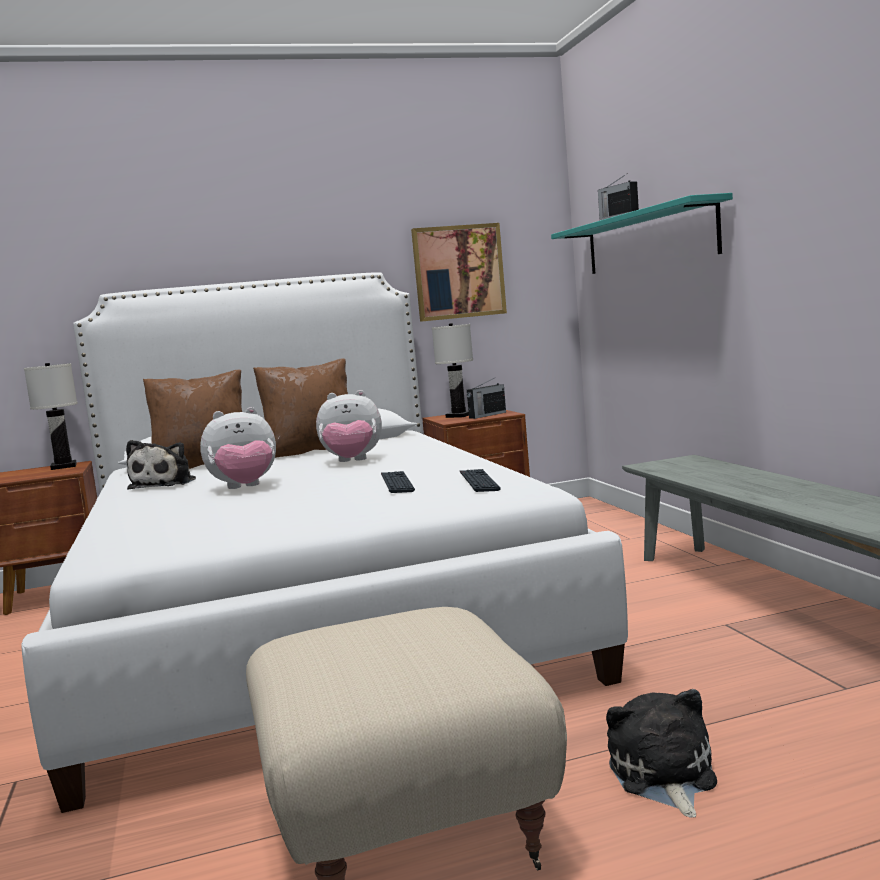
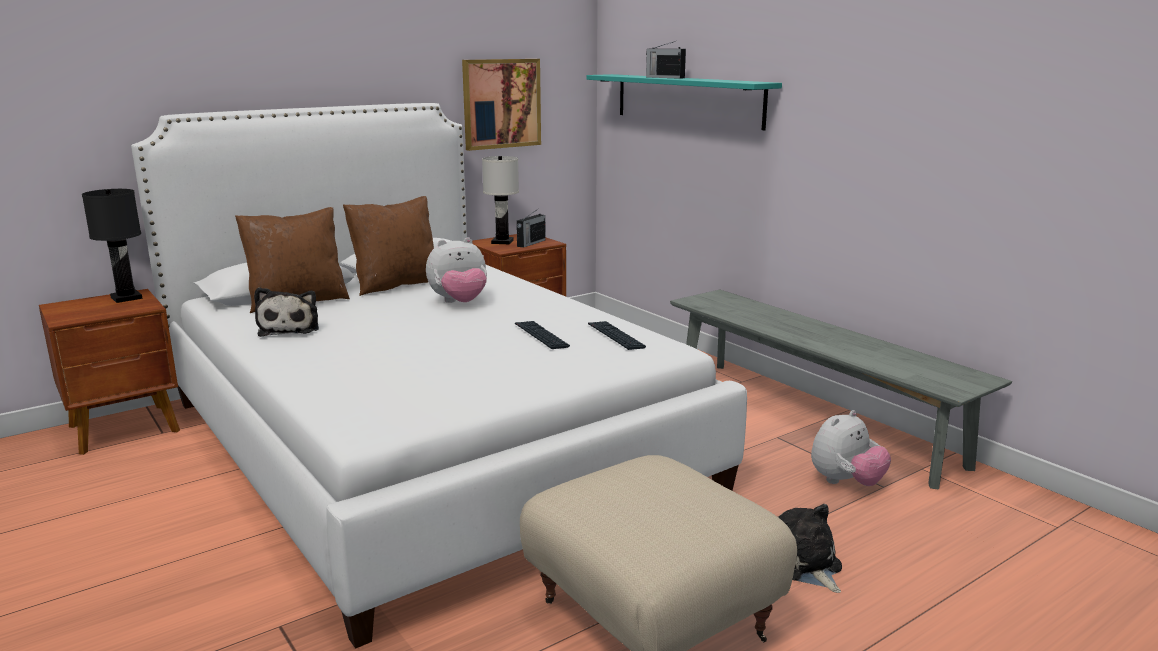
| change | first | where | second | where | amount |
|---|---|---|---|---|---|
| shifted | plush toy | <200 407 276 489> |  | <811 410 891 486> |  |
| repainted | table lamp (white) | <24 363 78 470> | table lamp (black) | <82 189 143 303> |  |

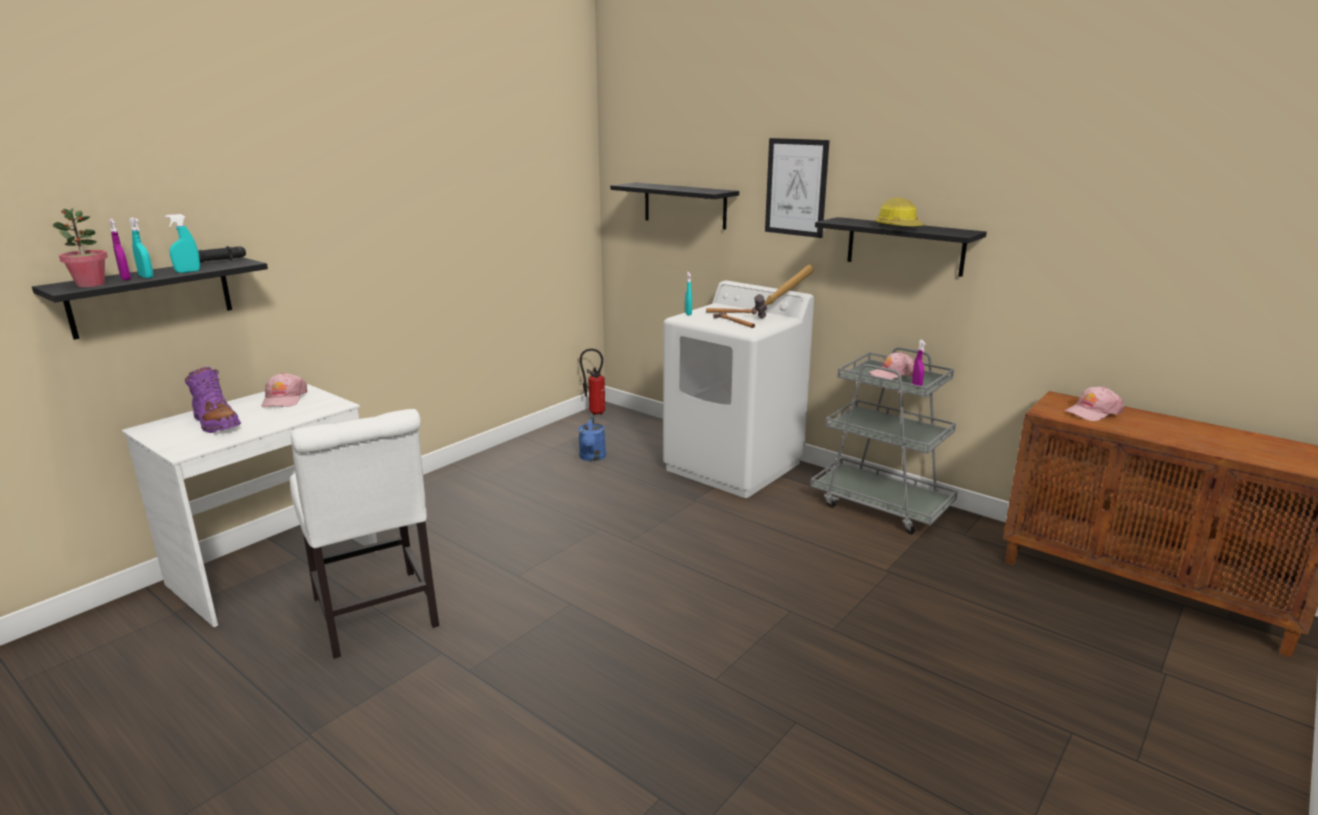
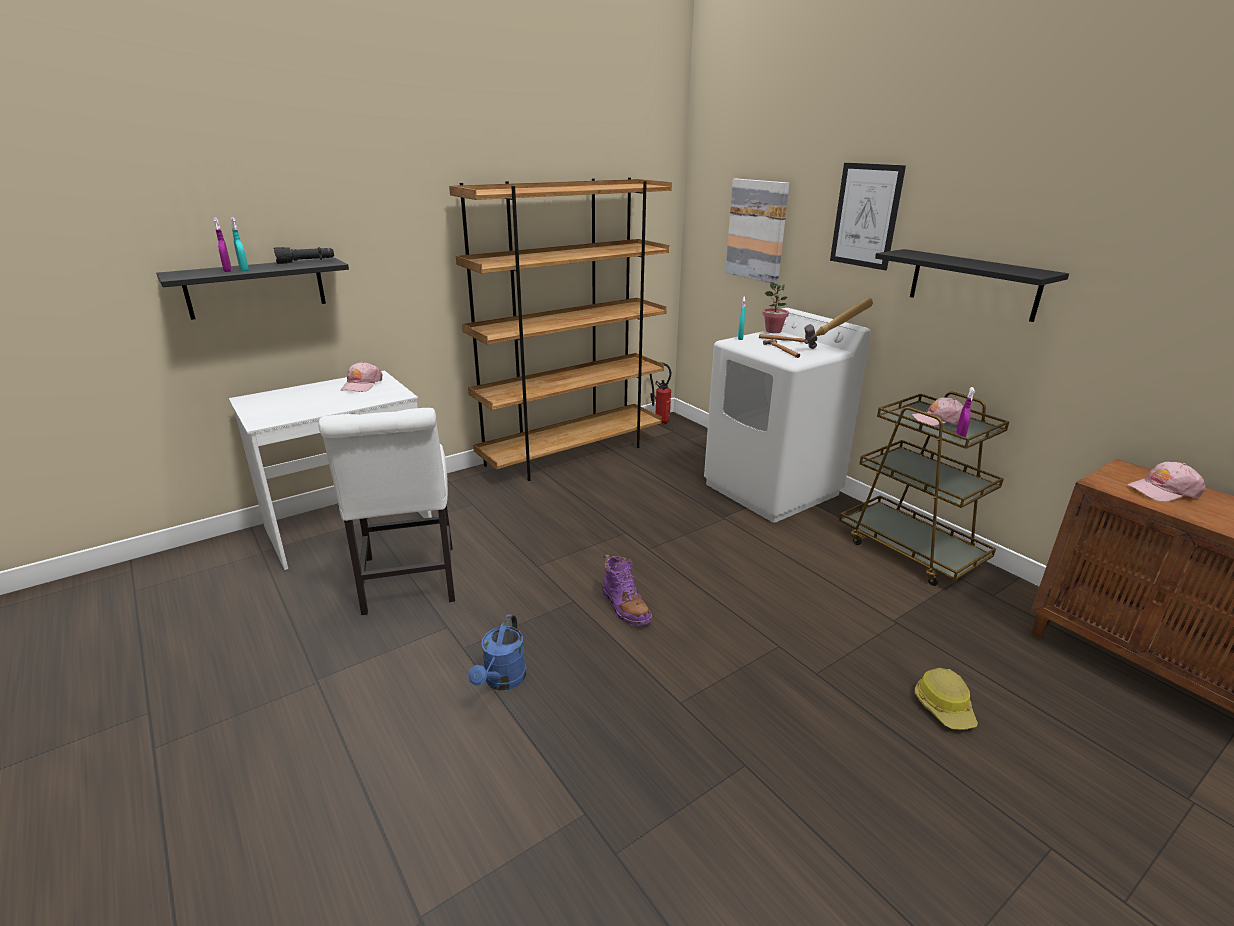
| change | first | where | second | where | amount |
|---|---|---|---|---|---|
| gone | spray bottle (turquoise) | <165 214 200 273> |  |  |  |
| new |  |  | bookcase (brown) | <449 177 672 481> |  |
| shifted | potted plant | <52 208 108 287> |  | <763 282 789 333> |  |
| shifted | boot (purple) | <185 367 241 433> |  | <602 554 652 625> |  |
| shifted | watering can (blue) | <578 415 606 461> |  | <468 614 526 690> |  |
| shifted | hard hat | <876 197 925 226> |  | <915 668 978 730> |  |
| swapped | shelf (black) | <610 183 739 230> | picture | <725 179 789 284> |  |
| repainted | cart (grey) | <810 347 958 534> | cart (brown) | <839 391 1009 586> |  |

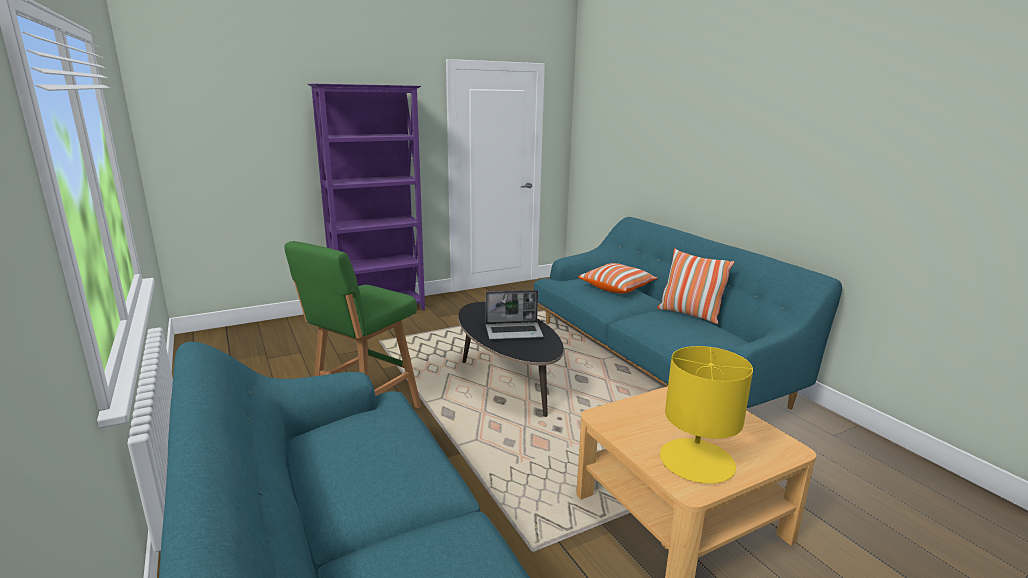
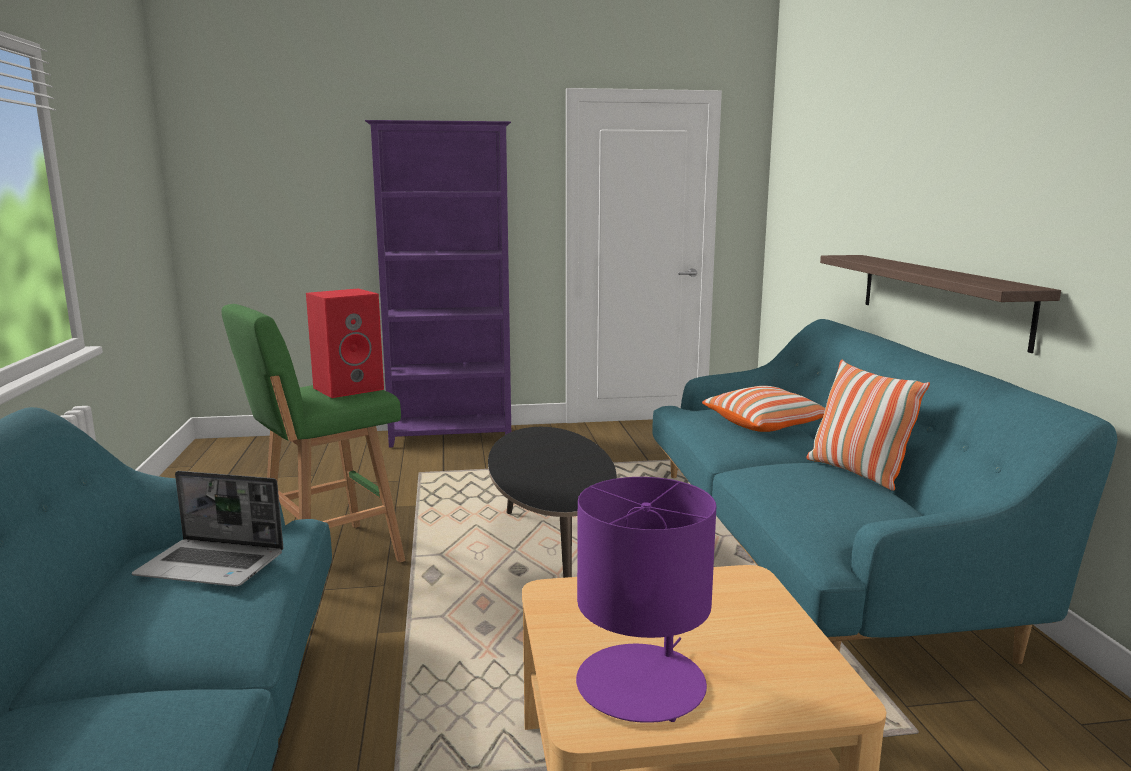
| change | first | where | second | where | amount |
|---|---|---|---|---|---|
| new |  |  | speaker (red) | <306 289 384 398> |  |
| new |  |  | shelf | <820 255 1061 353> |  |
| shifted | laptop | <486 290 544 340> |  | <132 471 283 587> |  |
| repainted | table lamp (yellow) | <660 346 753 484> | table lamp (purple) | <576 477 716 723> |  |

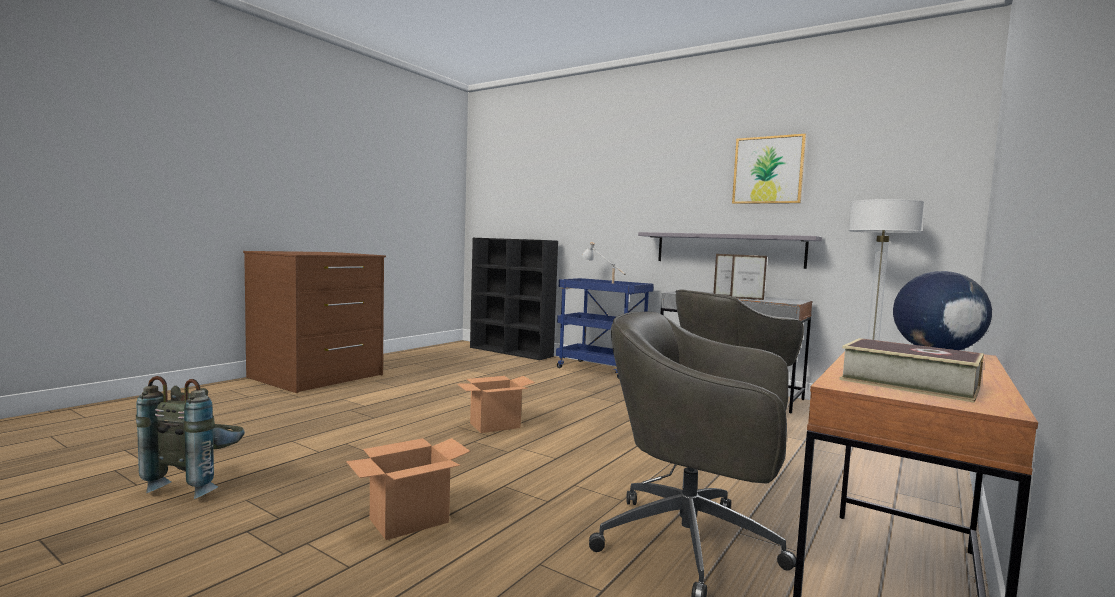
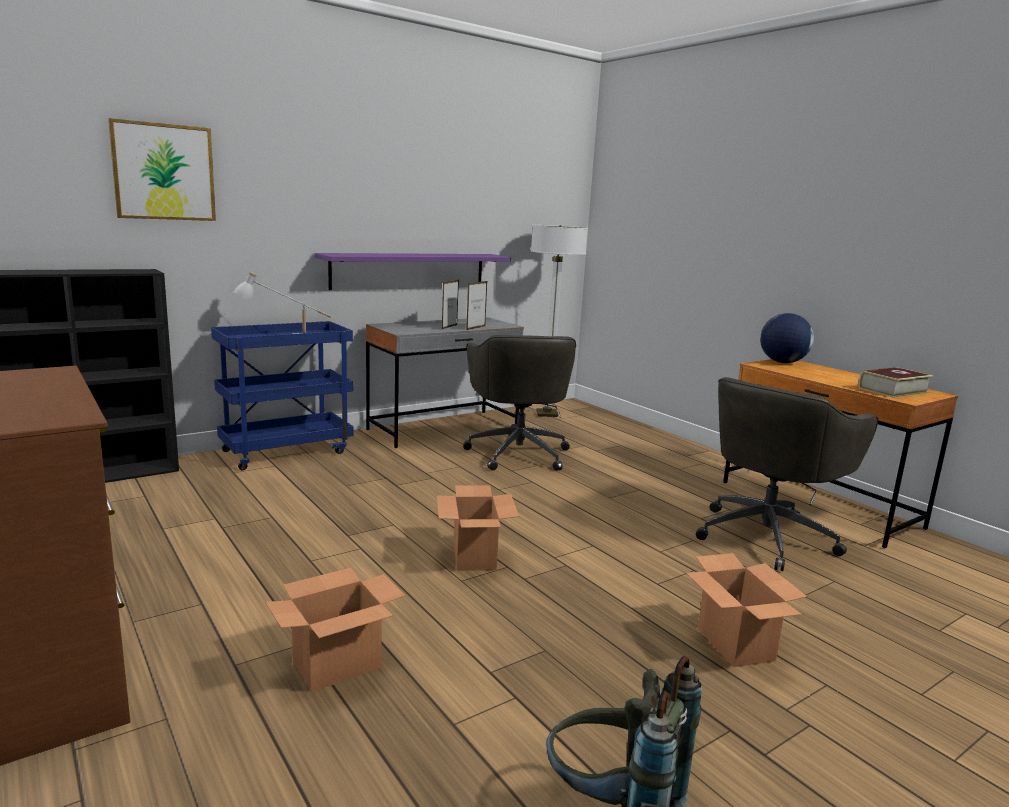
| change | first | where | second | where | amount |
|---|---|---|---|---|---|
| new |  |  | cardboard box | <265 568 405 692> |  |
| shifted | picture | <732 134 806 204> |  | <108 118 216 221> |  |
| repainted | shelf (grey) | <638 232 822 269> | shelf (purple) | <315 253 511 290> |  |

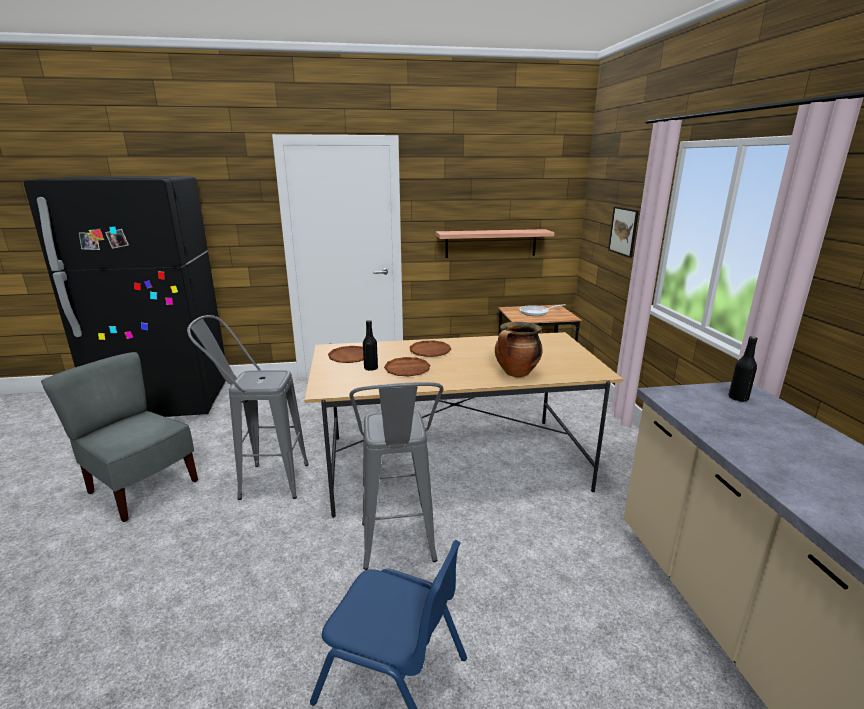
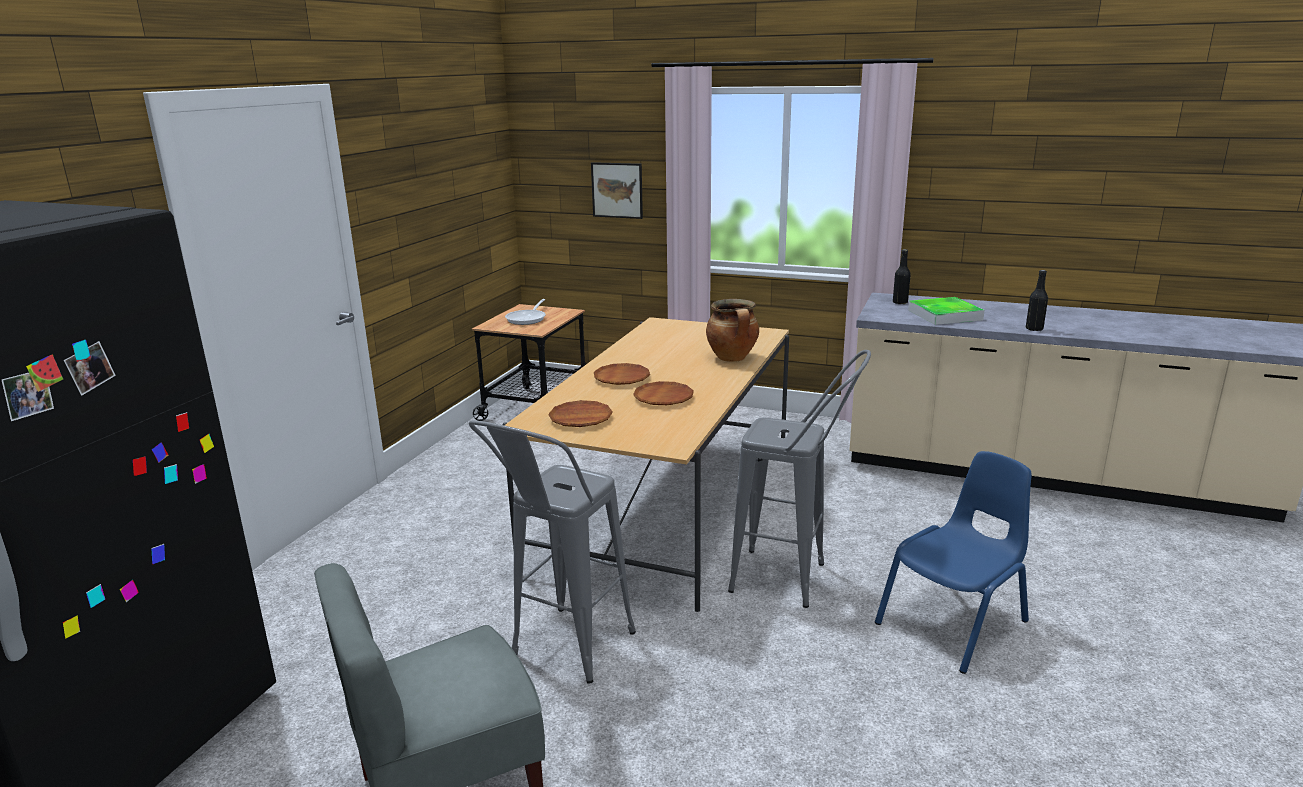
| change | first | where | second | where | amount |
|---|---|---|---|---|---|
| gone | shelf | <436 229 555 258> |  |  |  |
| new |  |  | tray | <908 297 985 325> |  |
| shifted | bottle (black) | <363 320 378 371> |  | <1026 270 1048 331> |  |

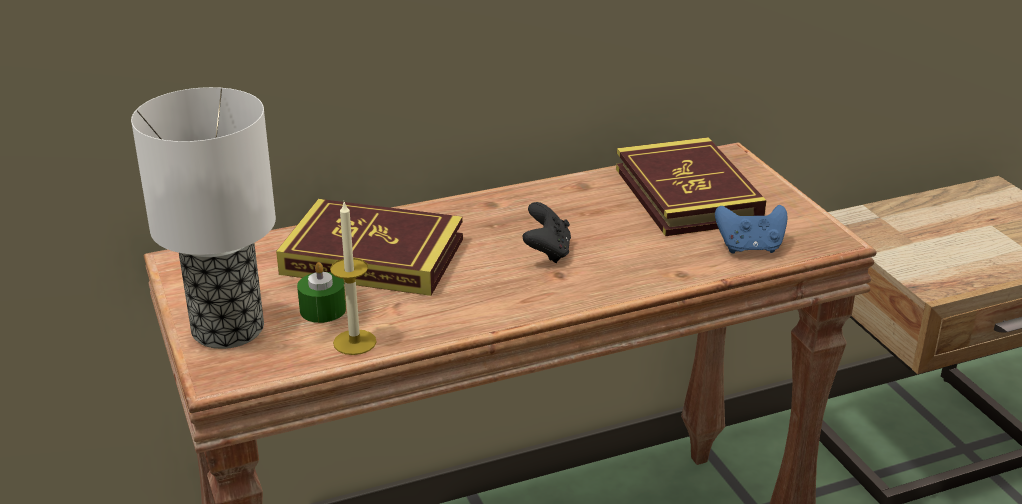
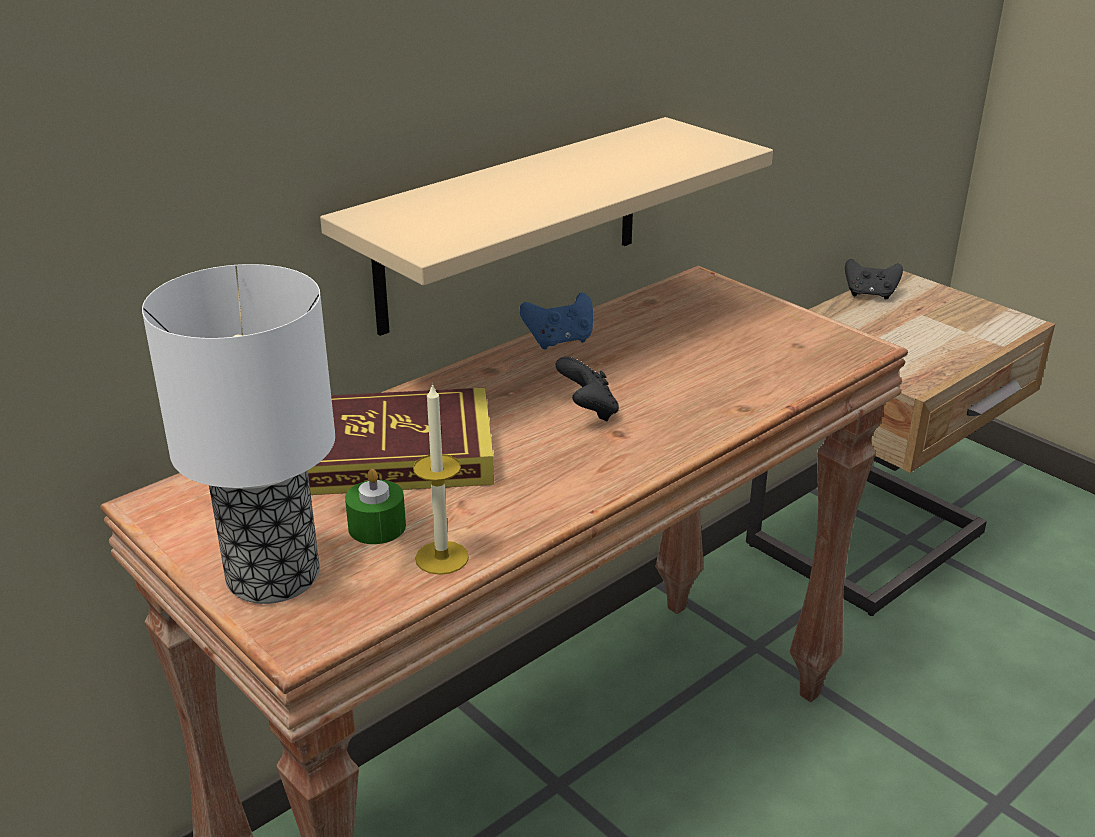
| change | first | where | second | where | amount |
|---|---|---|---|---|---|
| gone | book | <616 137 766 236> |  |  |  |
| new |  |  | shelf (beige) | <320 117 773 336> |  |
| new |  |  | game controller (black) | <845 259 903 300> |  |
| shifted | game controller (blue) | <715 205 788 254> |  | <519 292 593 350> |  |

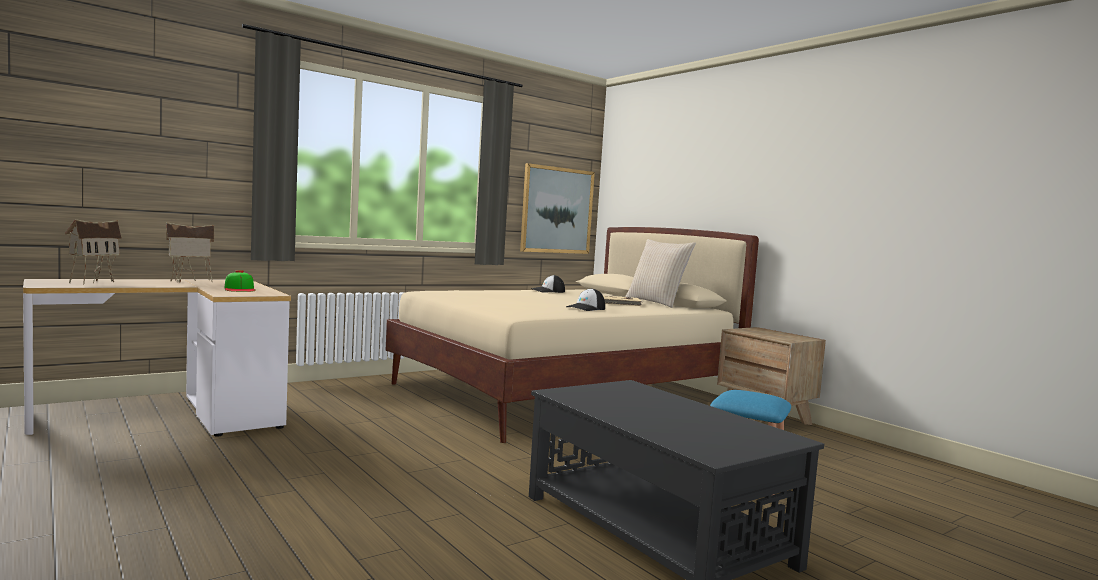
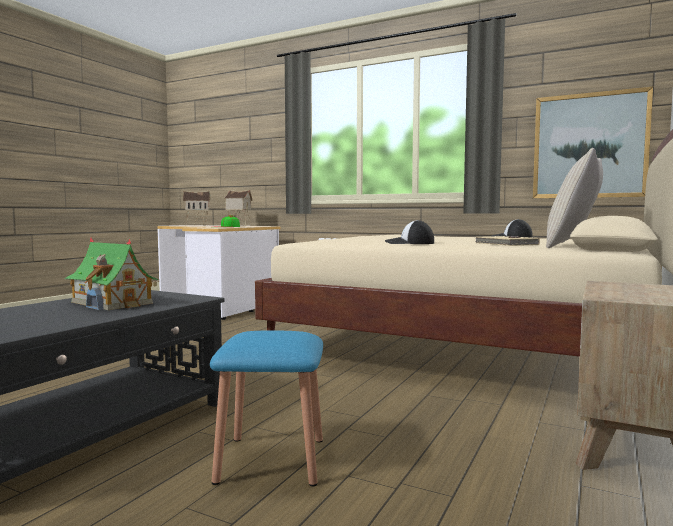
| change | first | where | second | where | amount |
|---|---|---|---|---|---|
| new |  |  | toy house | <64 238 159 310> |  |

